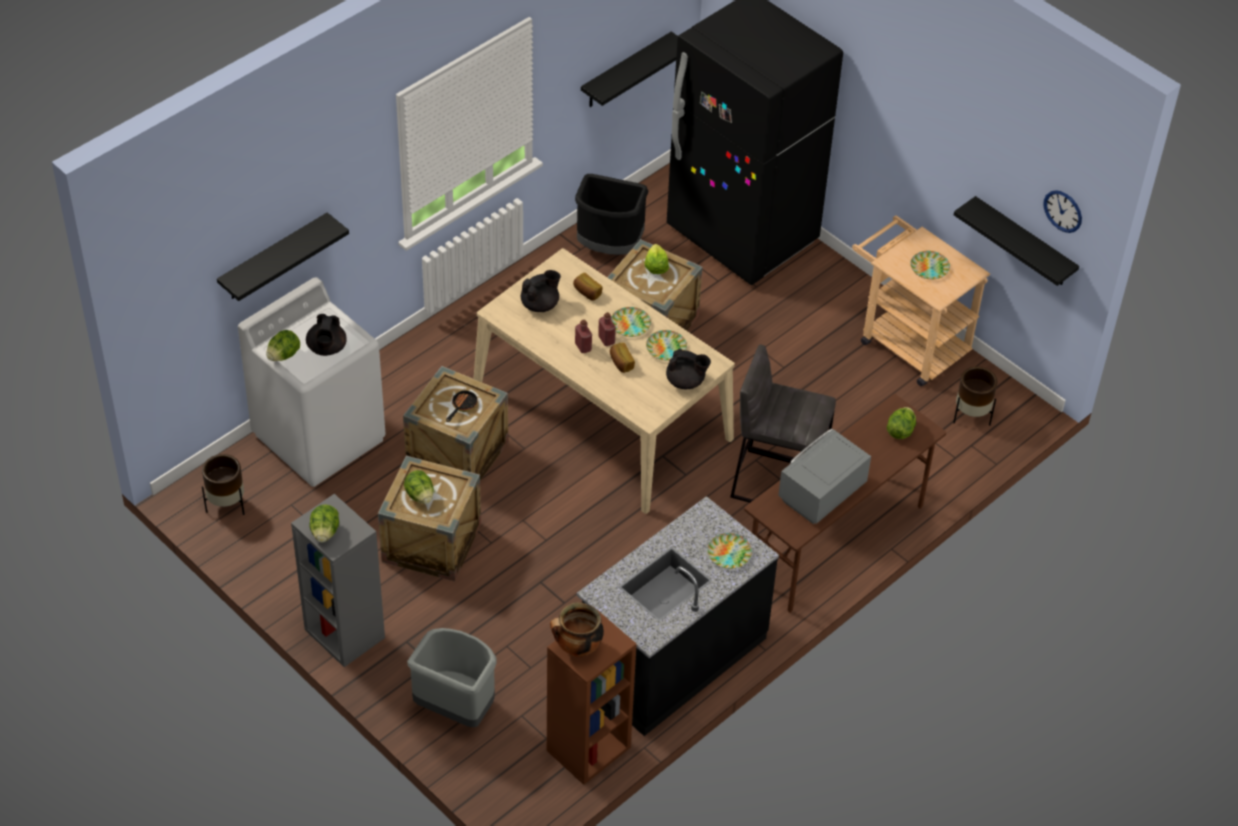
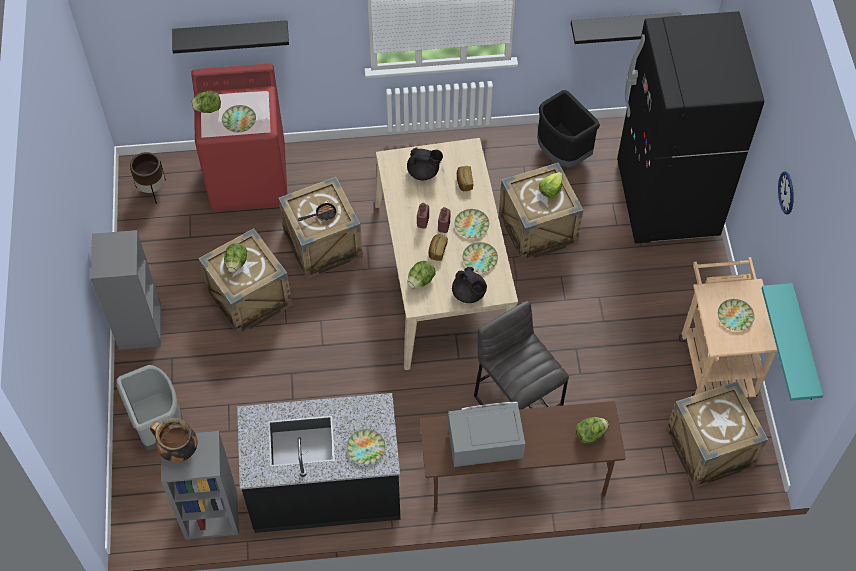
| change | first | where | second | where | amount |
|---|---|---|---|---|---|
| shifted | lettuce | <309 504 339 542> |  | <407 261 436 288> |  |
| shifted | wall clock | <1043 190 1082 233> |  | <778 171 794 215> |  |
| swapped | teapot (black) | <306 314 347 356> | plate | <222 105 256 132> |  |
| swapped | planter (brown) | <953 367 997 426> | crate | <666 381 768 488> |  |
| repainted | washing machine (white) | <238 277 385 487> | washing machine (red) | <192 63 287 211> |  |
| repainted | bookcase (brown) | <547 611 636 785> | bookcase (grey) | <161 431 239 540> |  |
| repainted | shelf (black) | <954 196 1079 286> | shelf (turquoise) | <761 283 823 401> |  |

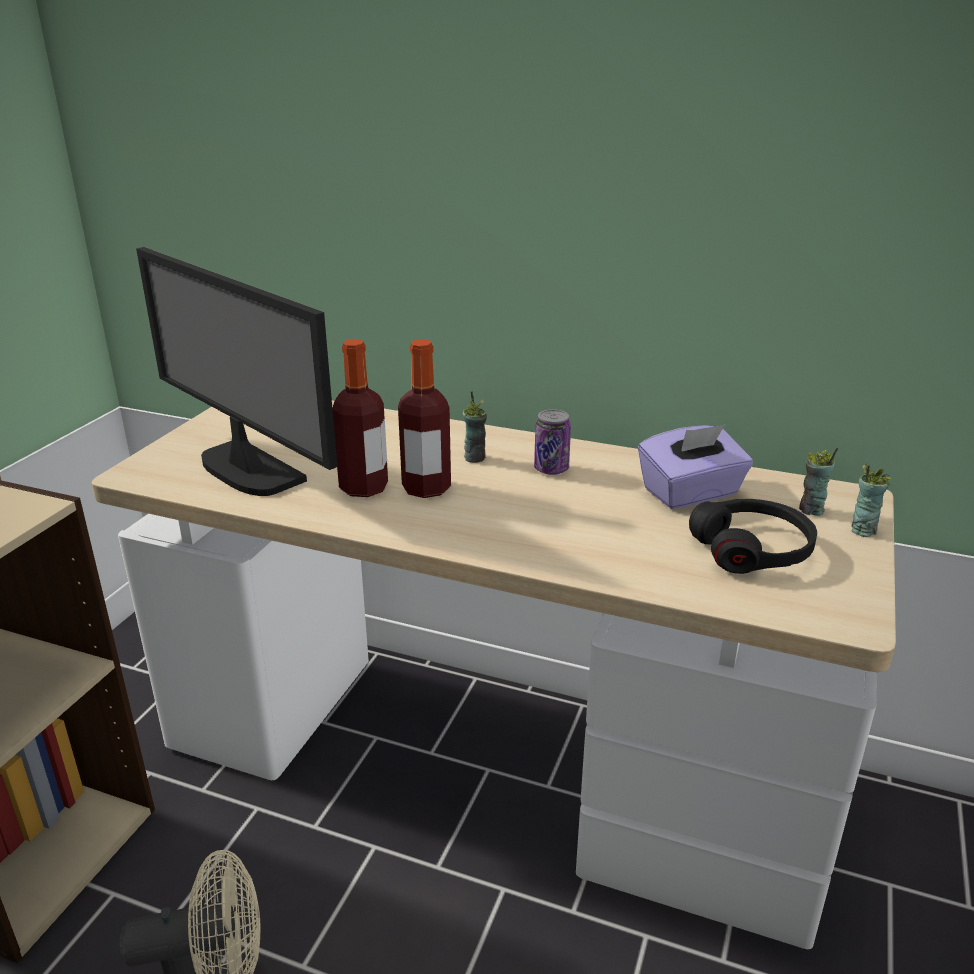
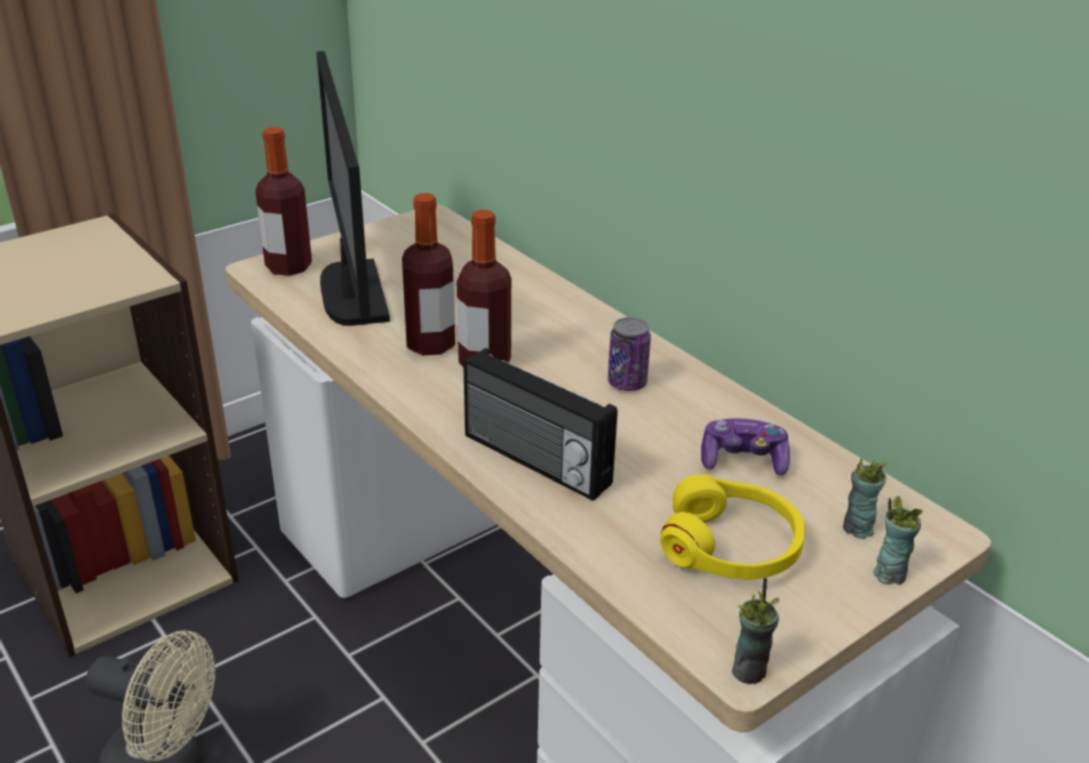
| change | first | where | second | where | amount |
|---|---|---|---|---|---|
| new |  |  | bottle | <255 127 312 276> |  |
| new |  |  | radio | <463 348 617 501> |  |
| shifted | cup | <463 391 487 463> |  | <732 578 779 684> |  |
| swapped | tissue box (purple) | <638 425 753 509> | game controller | <701 418 790 476> |  |
| repainted | headphones (black) | <689 499 817 574> | headphones (yellow) | <660 474 805 580> |  |

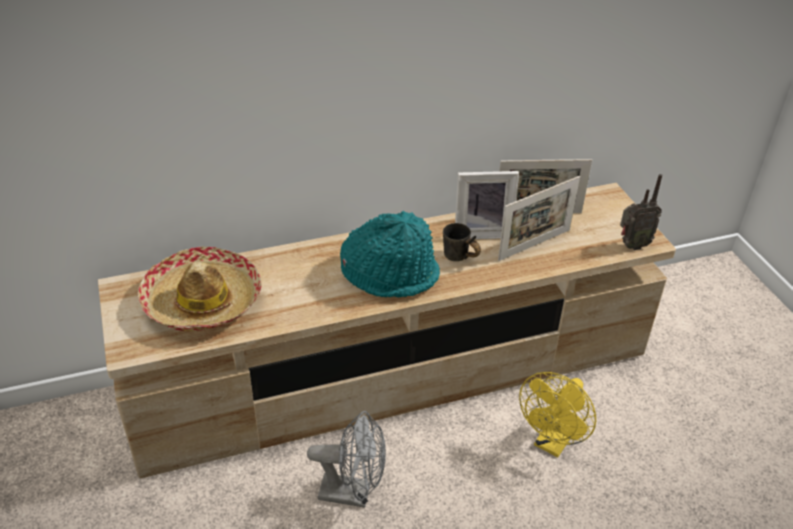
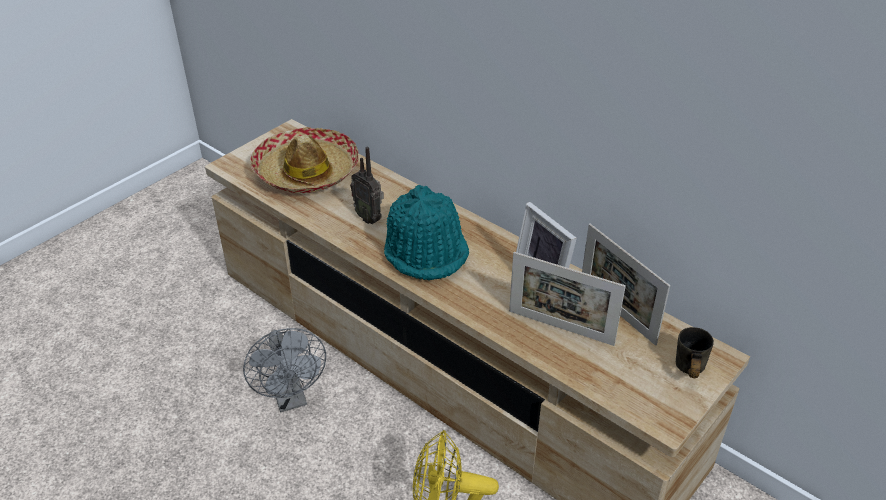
| change | first | where | second | where | amount |
|---|---|---|---|---|---|
| shifted | mug (grey) | <443 223 481 261> |  | <676 327 714 379> |  |
| shifted | radio | <620 174 662 250> |  | <350 147 384 224> |  |

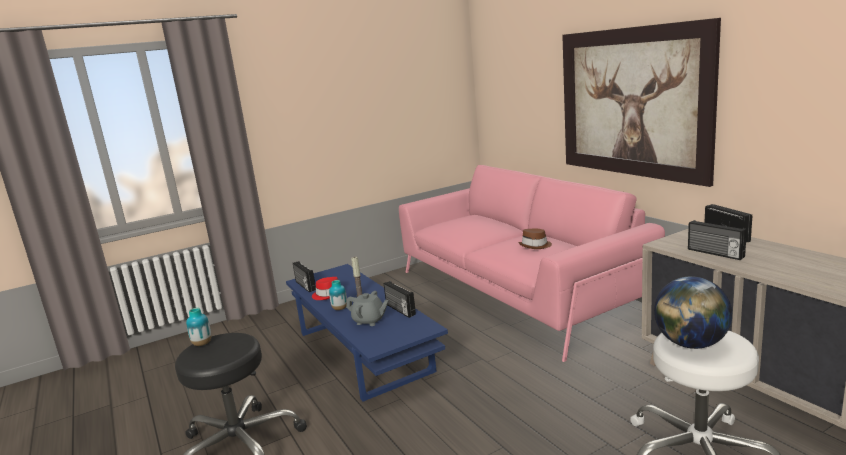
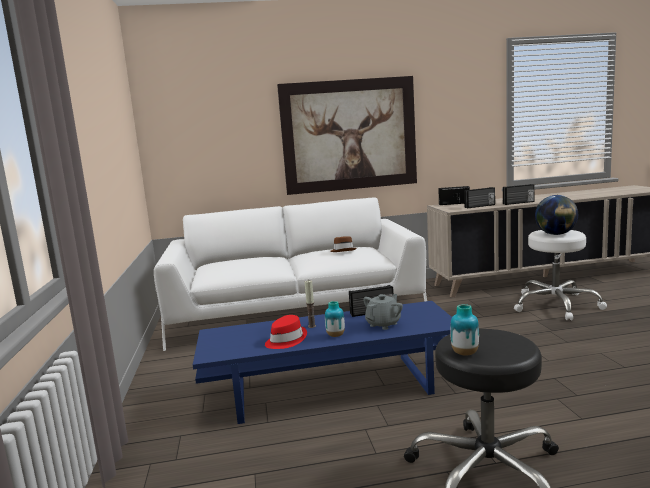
| change | first | where | second | where | amount |
|---|---|---|---|---|---|
| shifted | radio | <293 261 316 292> |  | <503 184 535 205> |  |
| repainted | sofa (pink) | <399 165 665 362> | sofa (white) | <154 197 427 351> |  |

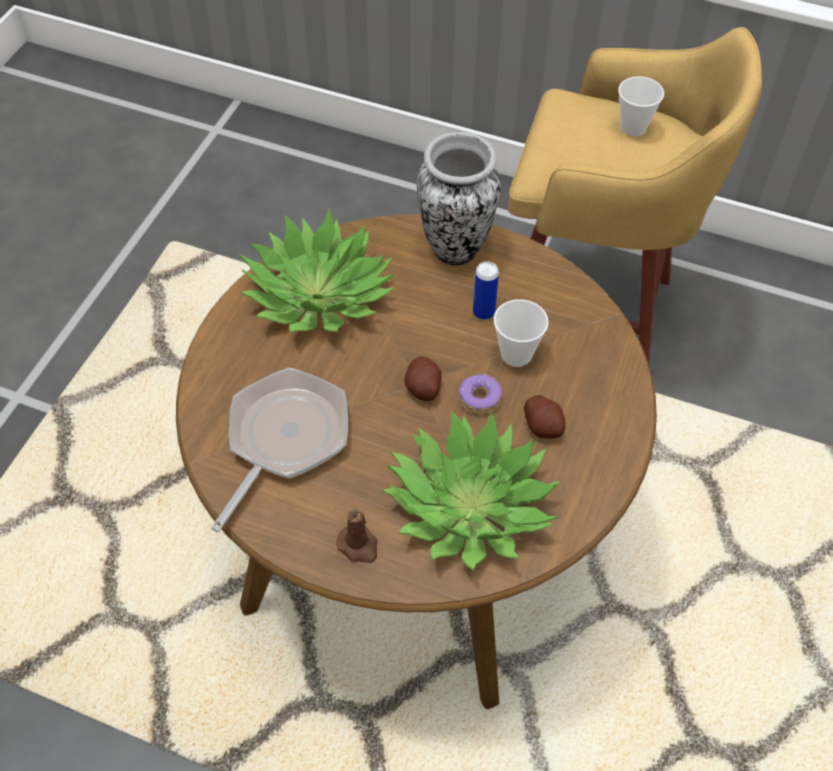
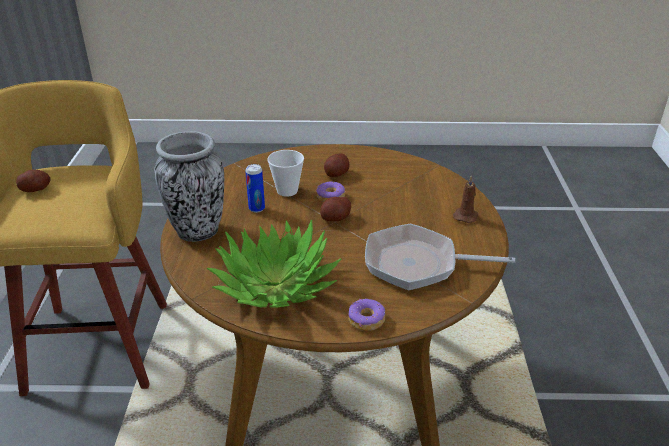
| change | first | where | second | where | amount |
|---|---|---|---|---|---|
| gone | potted plant | <381 411 561 571> |  |  |  |
| new |  |  | donut | <349 299 385 331> |  |
| swapped | cup | <618 76 664 136> | potato | <16 170 51 192> |  |

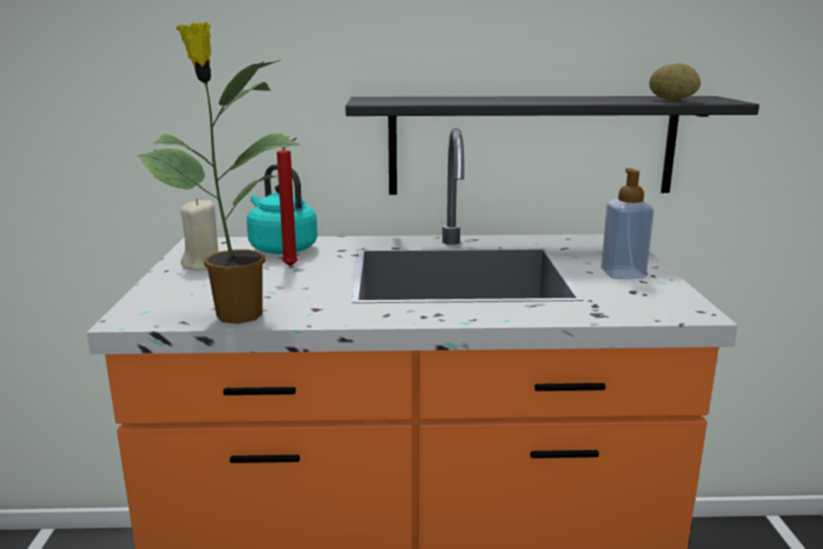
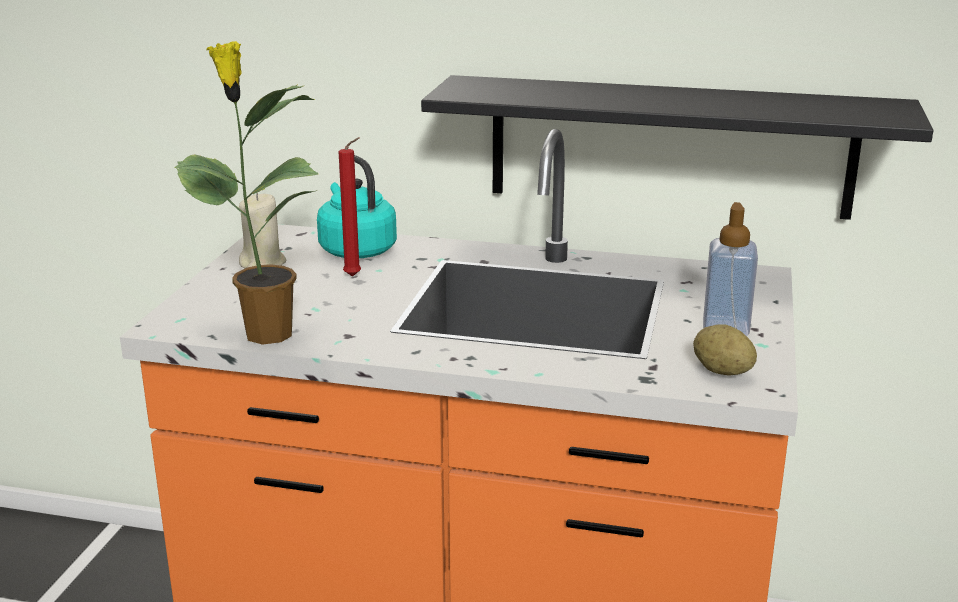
| change | first | where | second | where | amount |
|---|---|---|---|---|---|
| shifted | potato | <649 63 701 101> |  | <693 324 757 376> |  |

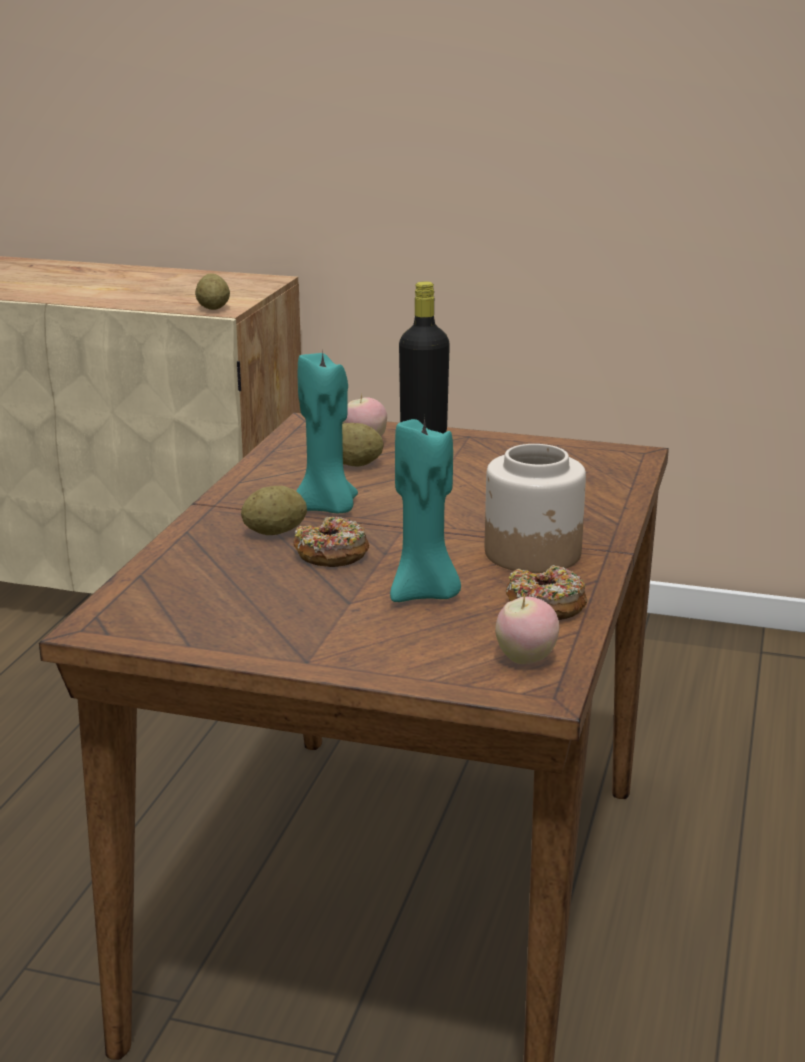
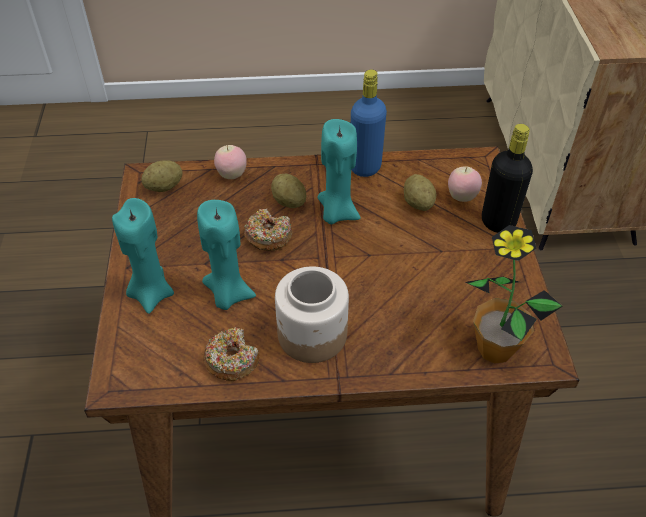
| change | first | where | second | where | amount |
|---|---|---|---|---|---|
| new |  |  | candle (turquoise) | <112 198 174 314> |  |
| new |  |  | bottle (blue) | <351 70 387 177> |  |
| new |  |  | potted plant | <466 225 563 364> |  |
| shifted | potato | <195 273 230 310> |  | <141 160 183 192> |  |
| shifted | apple | <495 595 559 664> |  | <214 145 247 179> |  |

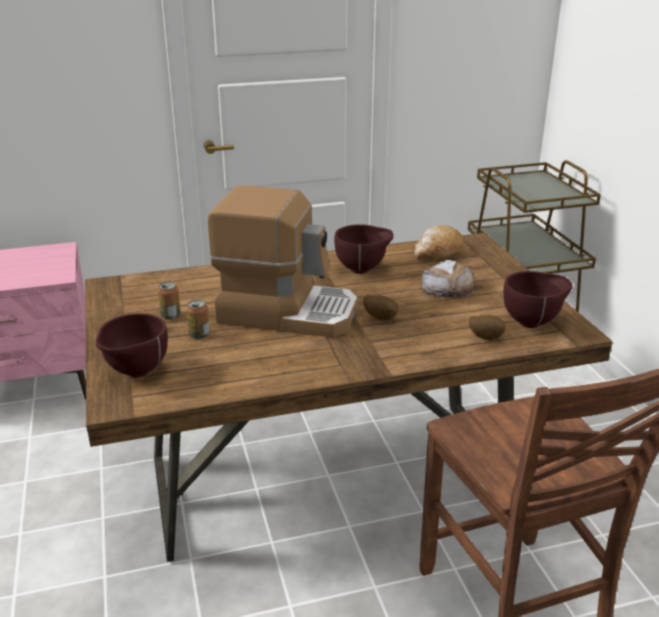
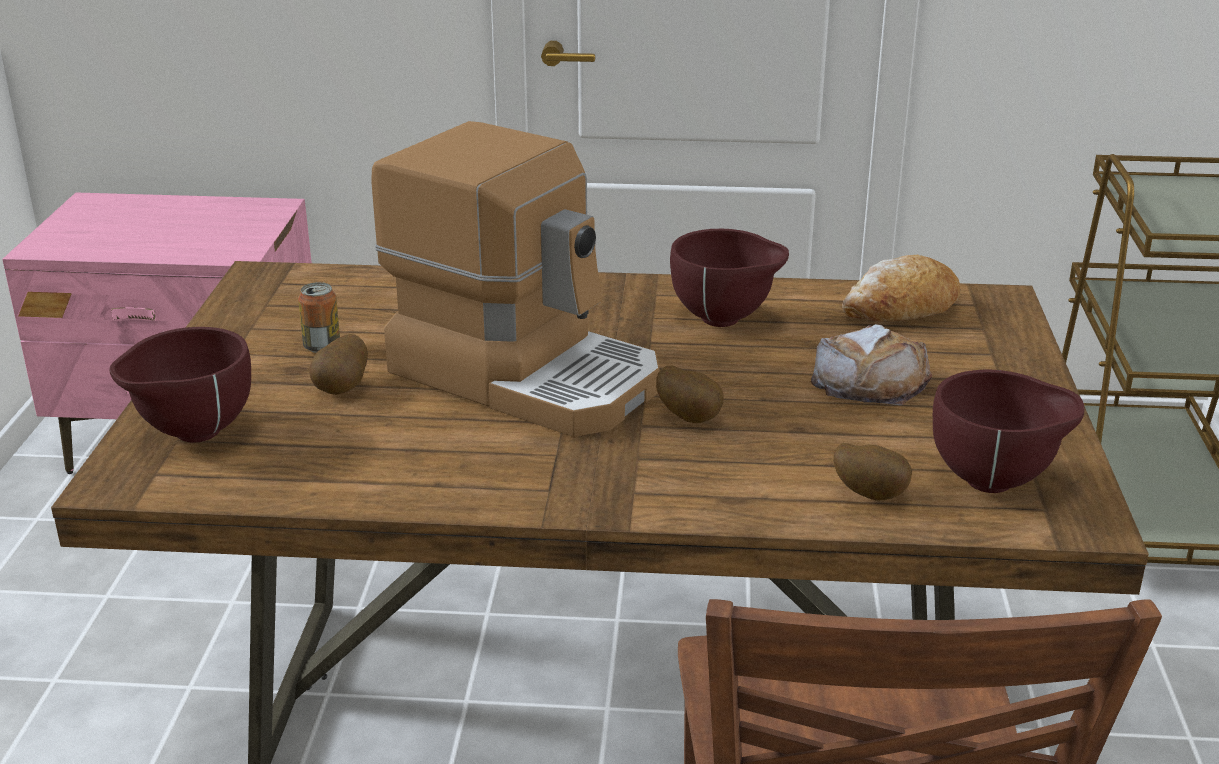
| change | first | where | second | where | amount |
|---|---|---|---|---|---|
| swapped | can | <186 299 210 339> | potato | <309 334 368 395> |  |

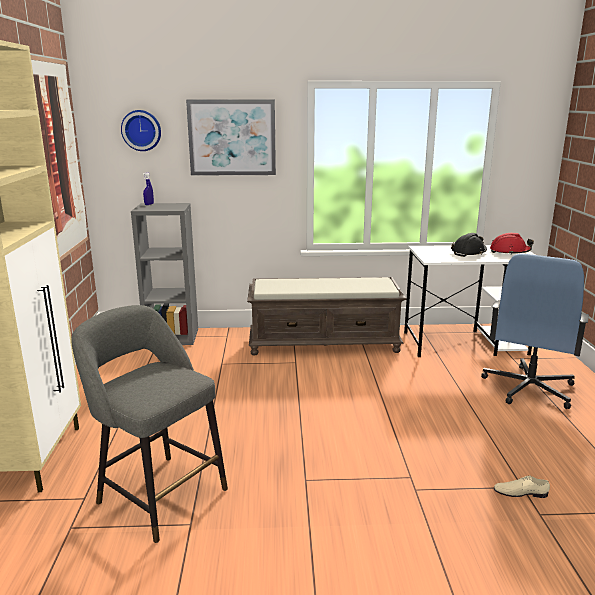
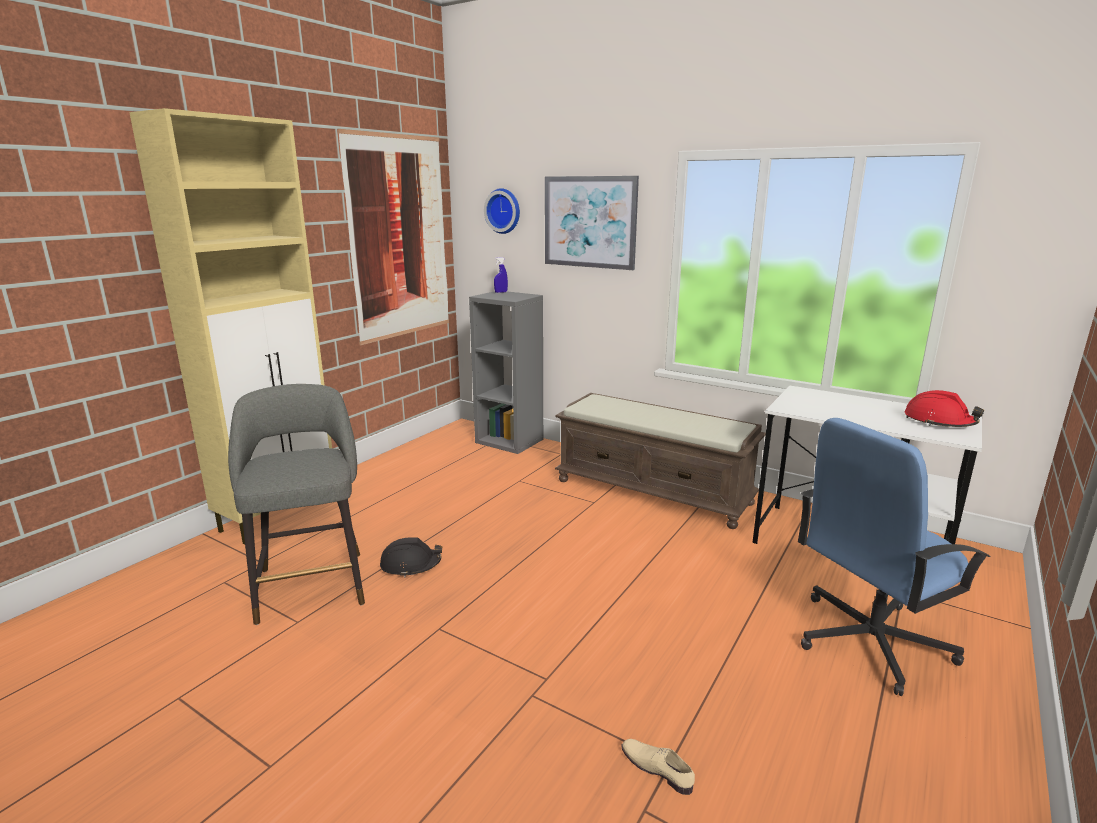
| change | first | where | second | where | amount |
|---|---|---|---|---|---|
| shifted | hard hat (black) | <451 233 487 257> |  | <380 537 442 577> |  |

